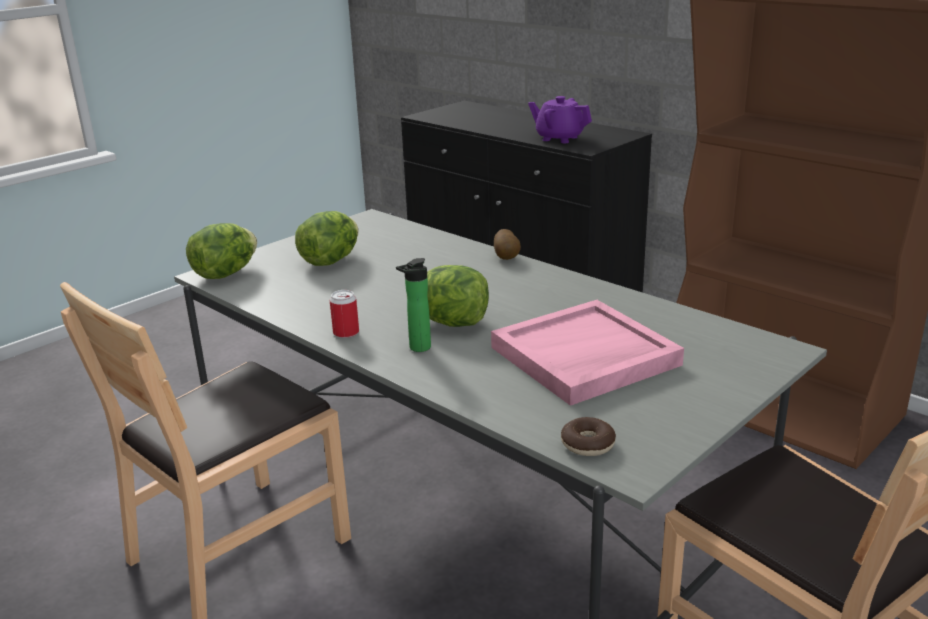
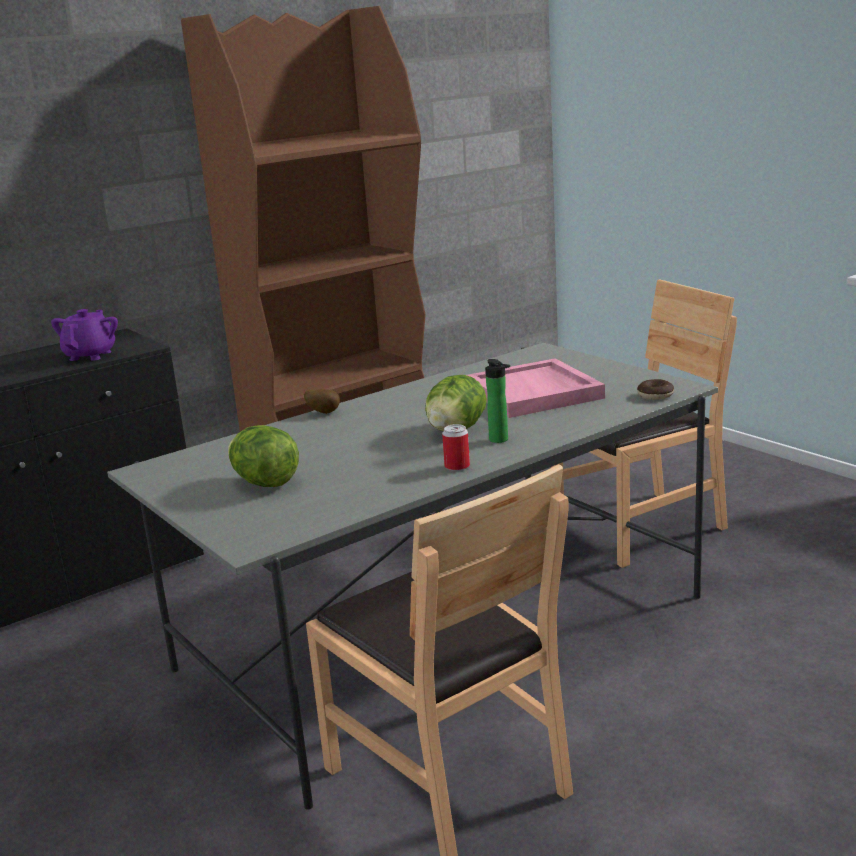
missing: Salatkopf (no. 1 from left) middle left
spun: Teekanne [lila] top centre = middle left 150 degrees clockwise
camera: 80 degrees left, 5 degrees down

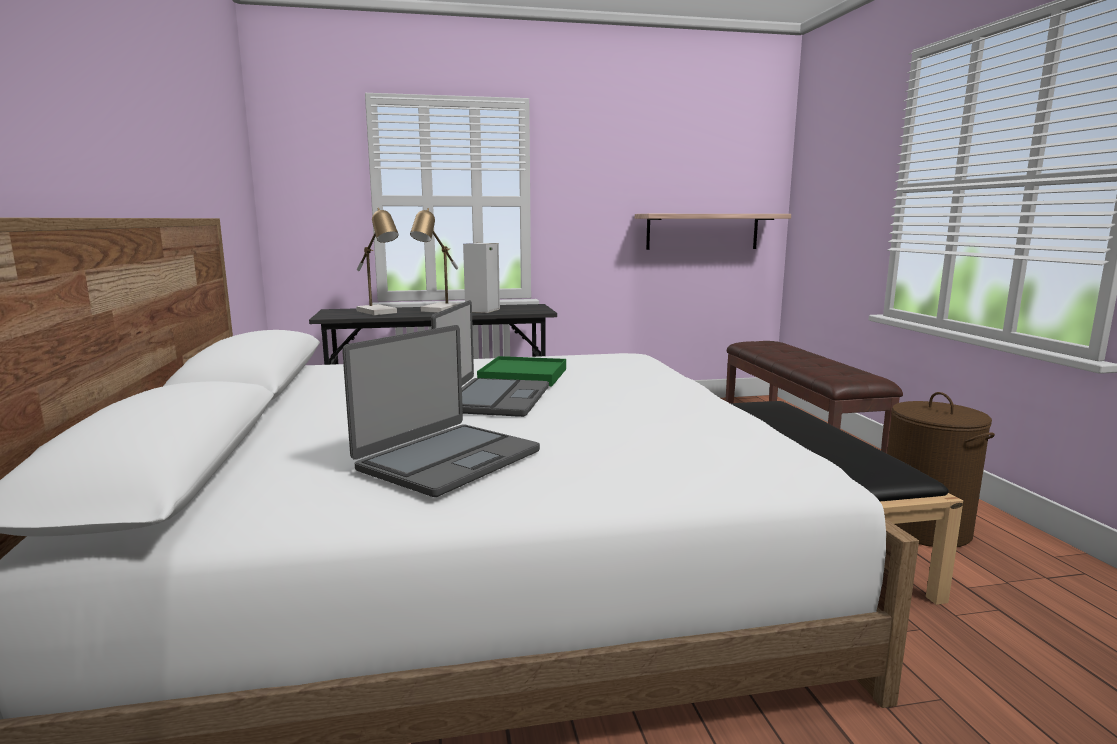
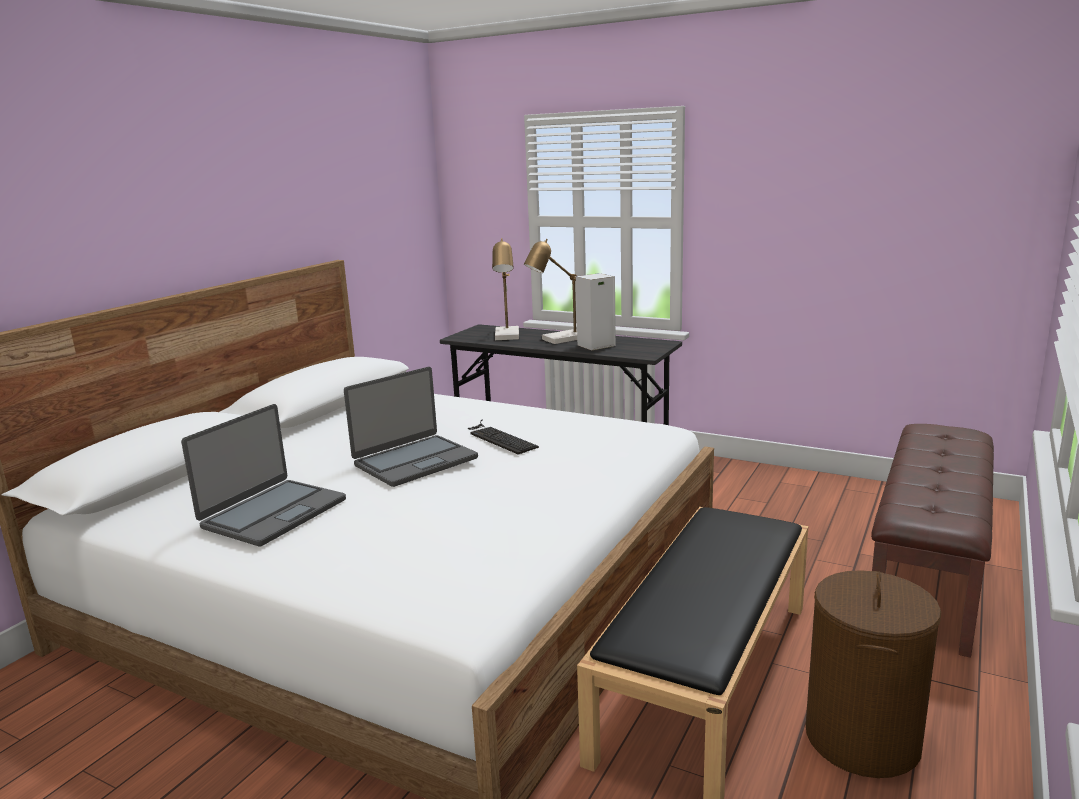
missing: Wandregal top centre
exchanged: Tablett [grün] centre to Tastatur centre
spun: Laptop (no. 1 from left) centre = middle left 45 degrees counterclockwise
camera: 40 degrees right, 5 degrees up

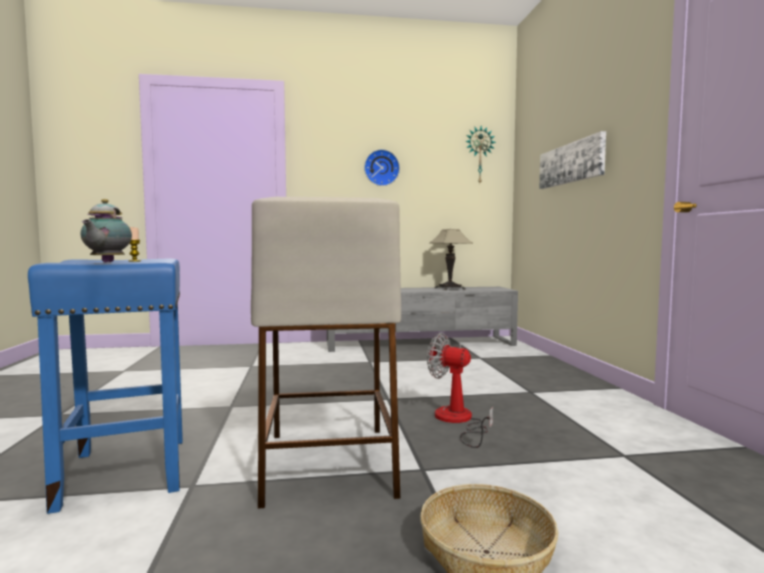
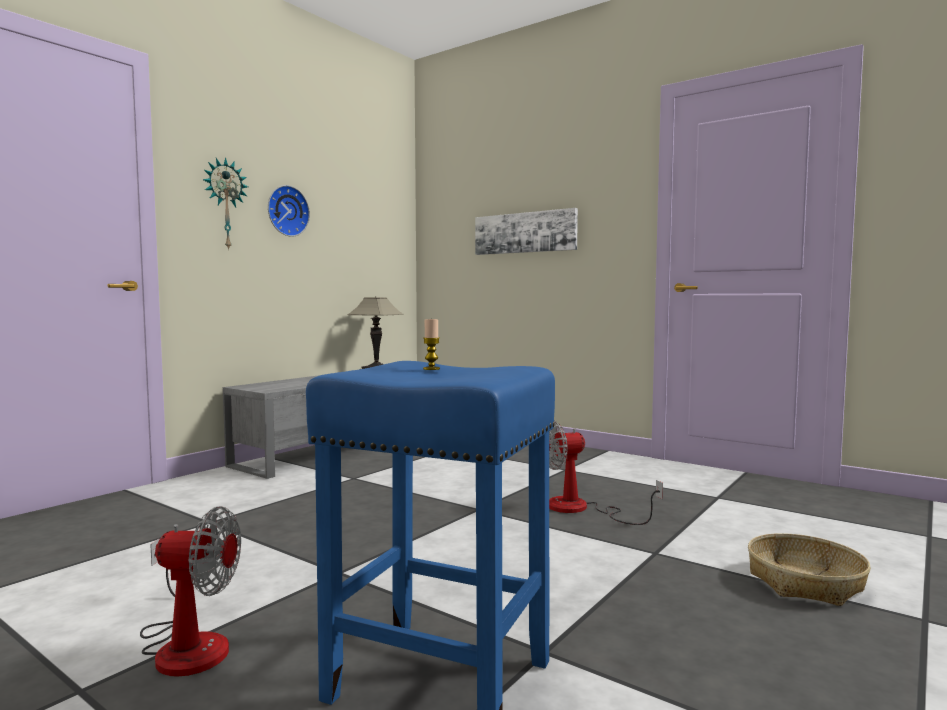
missing: Teekanne middle left; Hocker [beige] centre
appeared: Ventilator (no. 1 from left) bottom left
relocated: Wanduhr (no. 2 from left in the first image) top centre to Wanduhr (no. 1 from left) top left
camera: 45 degrees left, 0 degrees up

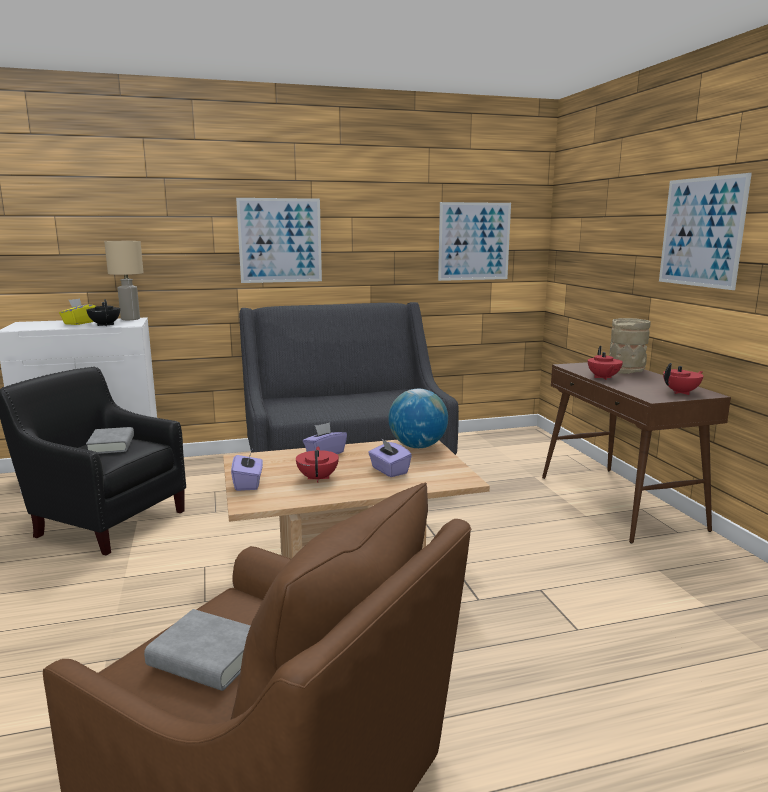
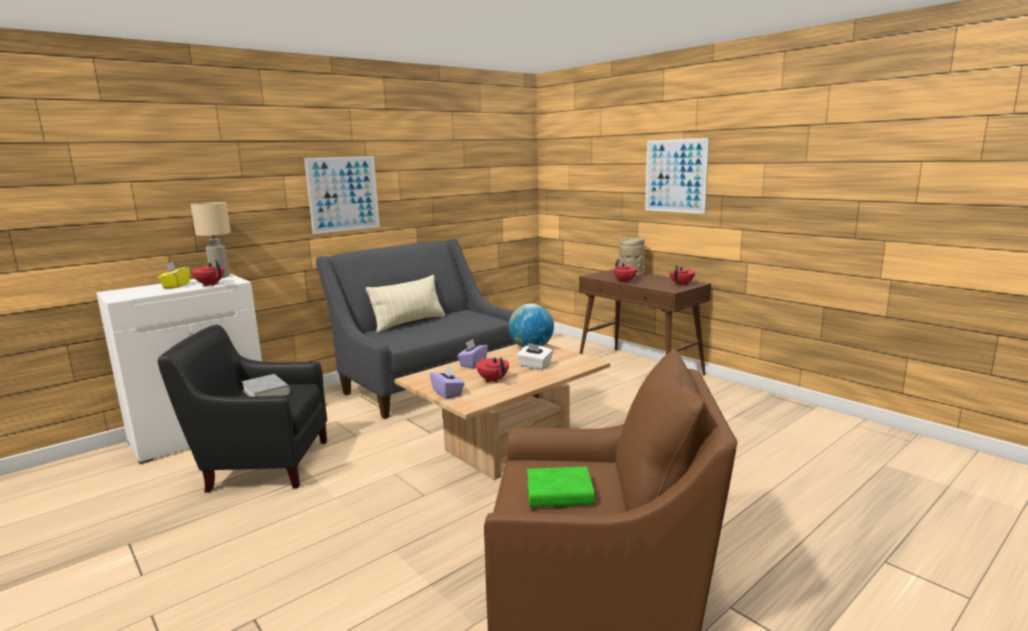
missing: Bild (no. 2 from left) top centre
appeared: Kissen [beige] centre
colour: Teekanne [schwarz] middle left to Teekanne [rot] (no. 1 from left) middle left; Buch [grau] (no. 2 from left) bottom left to Buch [grün] bottom centre; Taschentuchbox [lila] (no. 3 from left) centre to Taschentuchbox [weiß] centre
camera: 25 degrees left, 0 degrees up

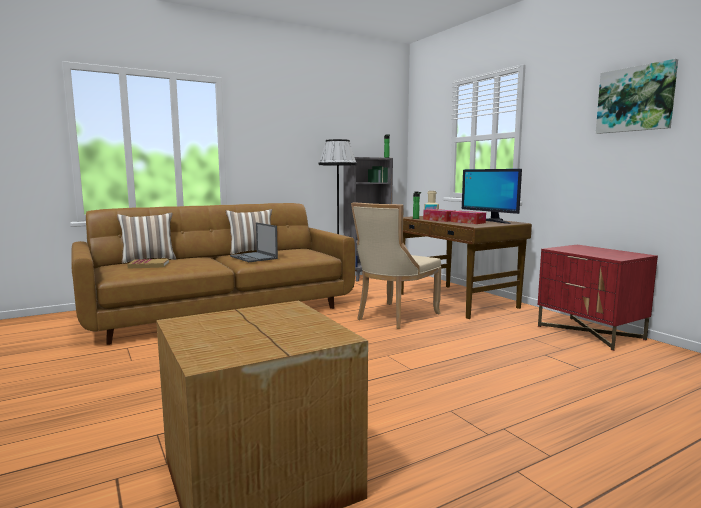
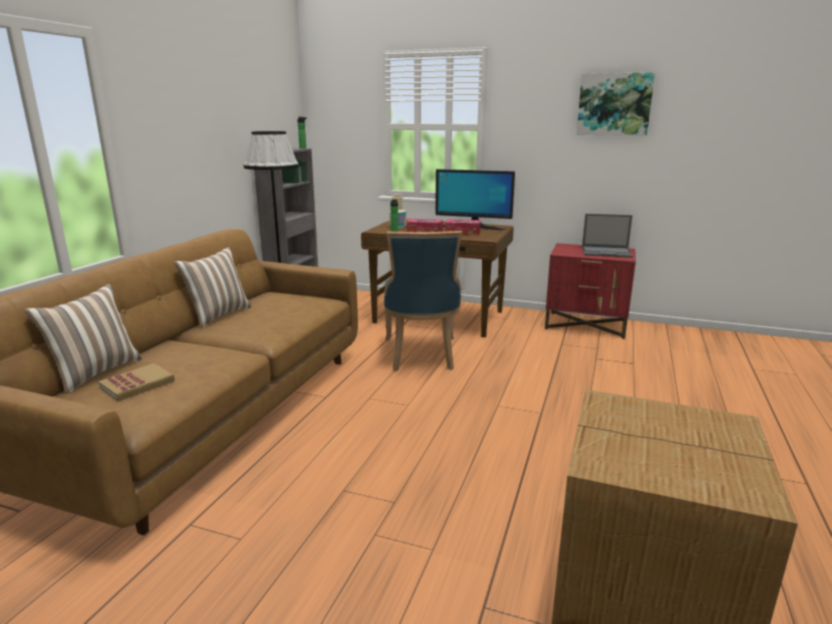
relocated: Laptop centre to middle right
colour: Stuhl [beige] centre to Stuhl [blau] centre
camera: 40 degrees left, 10 degrees up

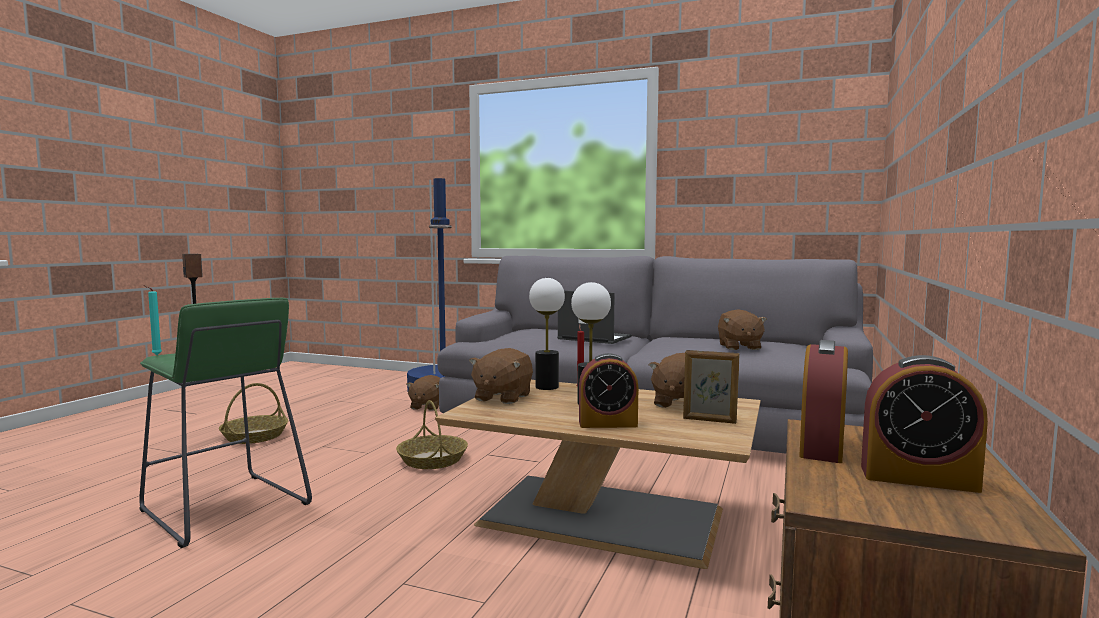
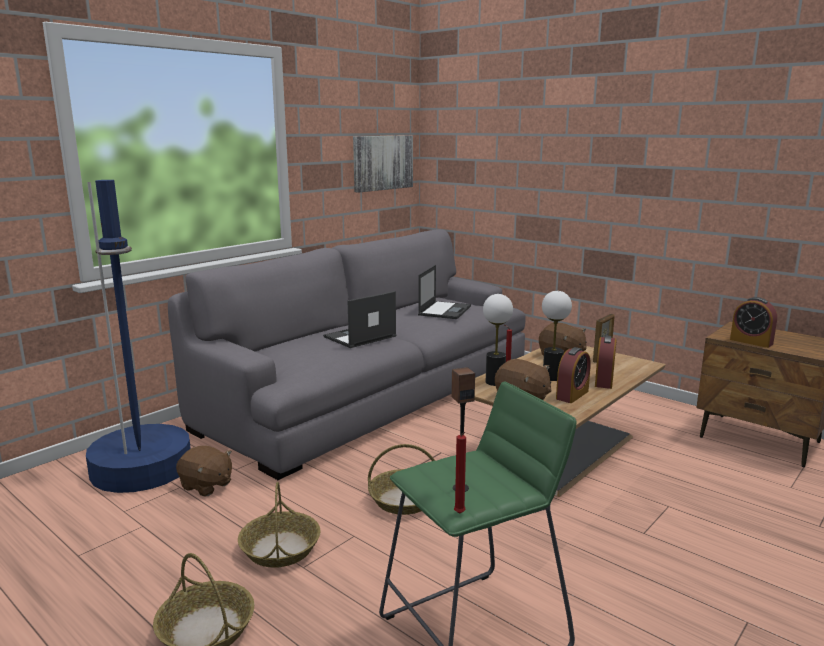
appeared: Korb (no. 2 from left) bottom centre; Bild top centre
relocated: Wecker (no. 3 from left in the first image) bottom right to Wecker (no. 1 from left) middle right
exchanged: Plüschtier [braun] (no. 4 from left) middle right to Laptop (no. 2 from left) centre
colour: Kerze [türkis] middle left to Kerze [rot] (no. 1 from left) bottom centre
camera: 70 degrees left, 10 degrees up

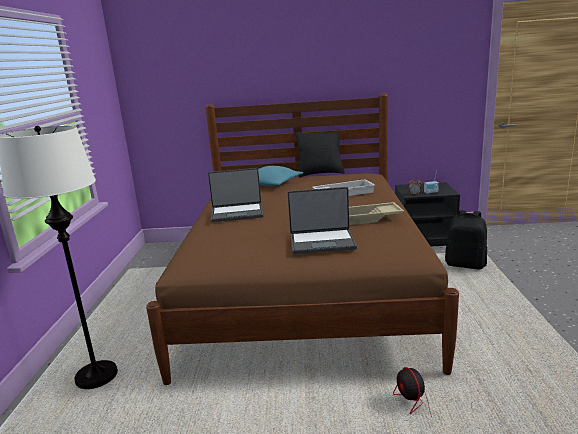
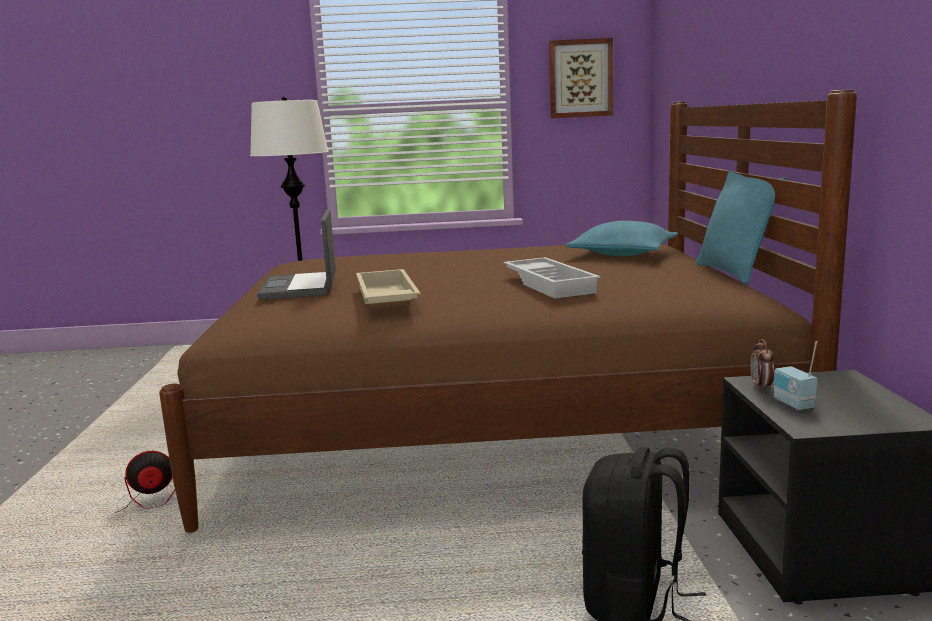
missing: Laptop (no. 1 from left) centre
appeared: Bild top centre
colour: Kissen [schwarz] centre to Kissen [türkis] (no. 2 from left) middle right
camera: 85 degrees right, 5 degrees down

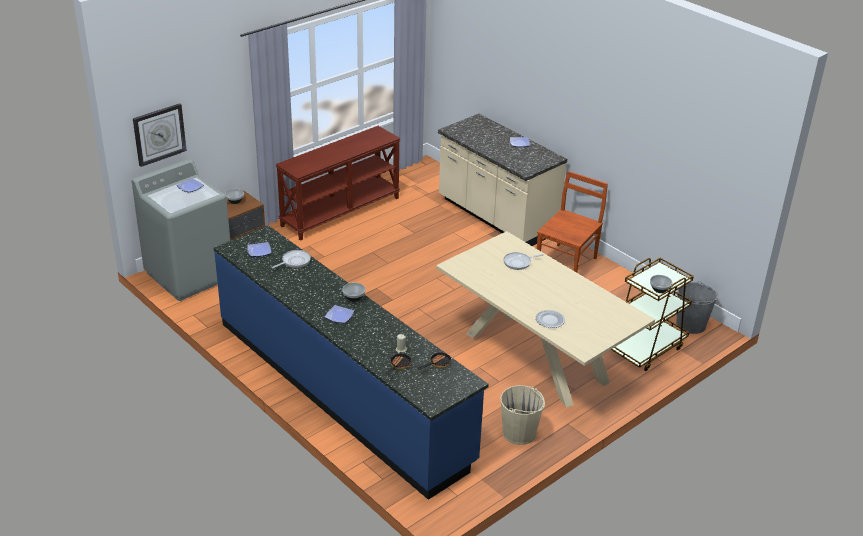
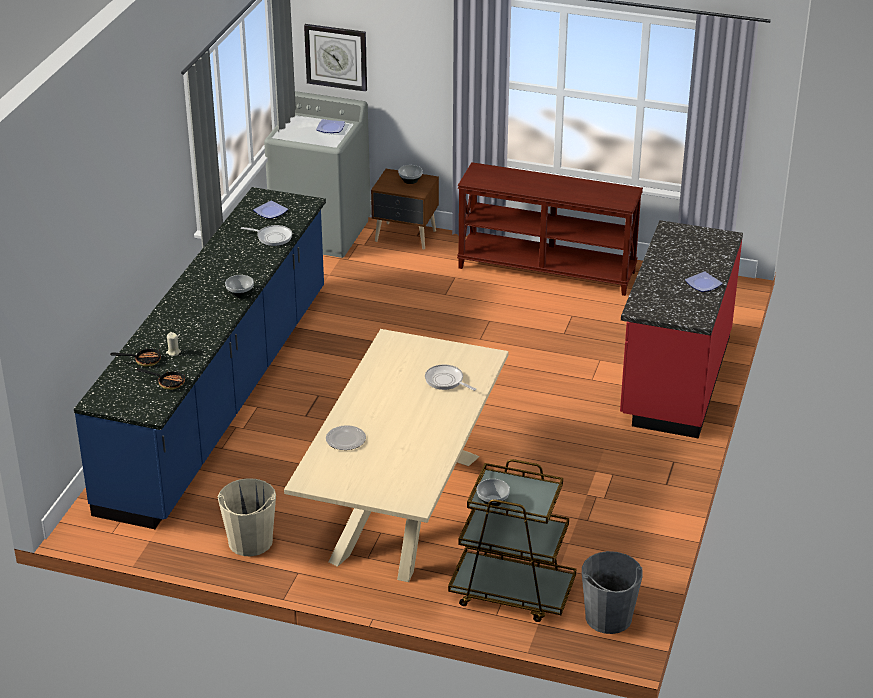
missing: Teller (no. 3 from left) centre; Stuhl [braun] centre
colour: Küchenzeile [beige] centre to Küchenzeile [rot] middle right
camera: 60 degrees right, 0 degrees up

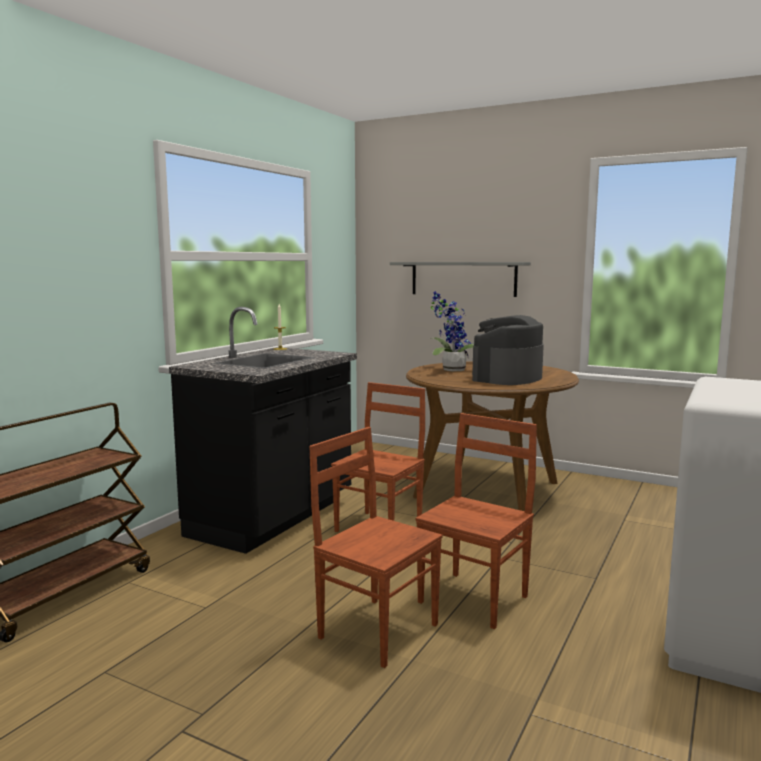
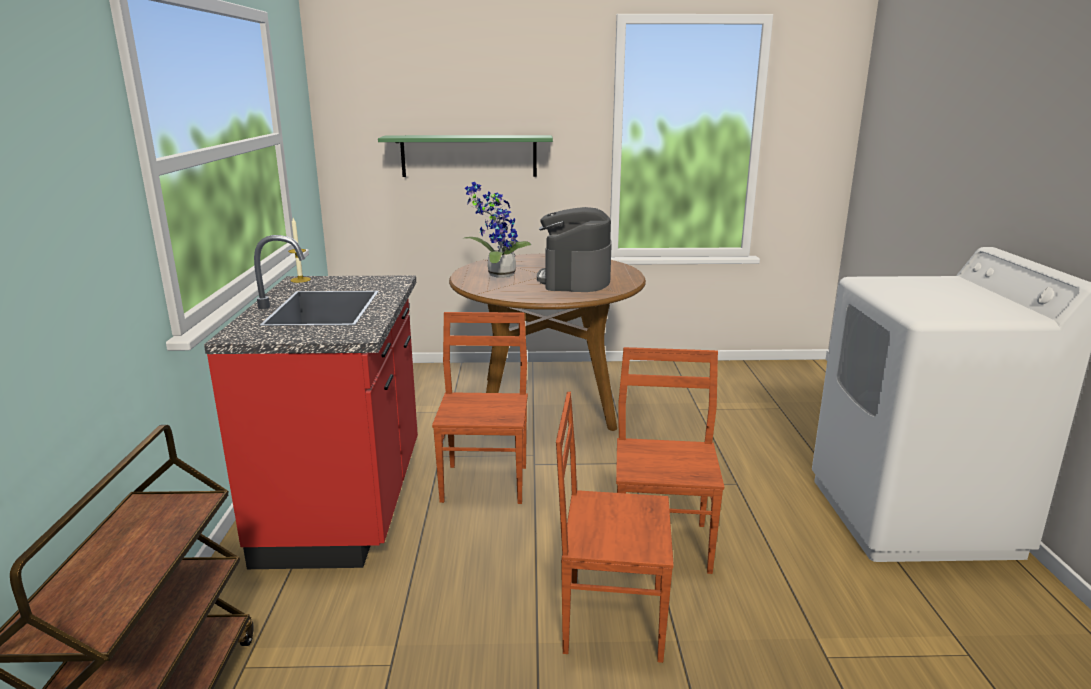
colour: Küchenzeile [schwarz] centre to Küchenzeile [rot] middle left; Wandregal [grau] centre to Wandregal [grün] top centre
camera: 30 degrees left, 10 degrees up

